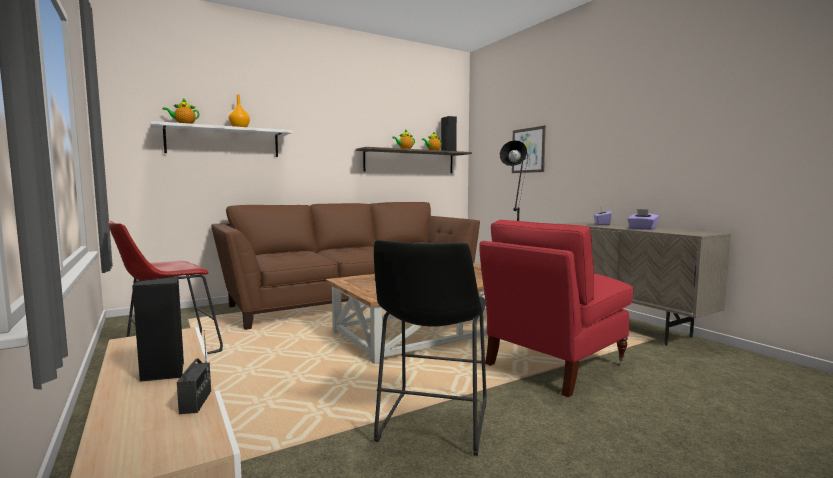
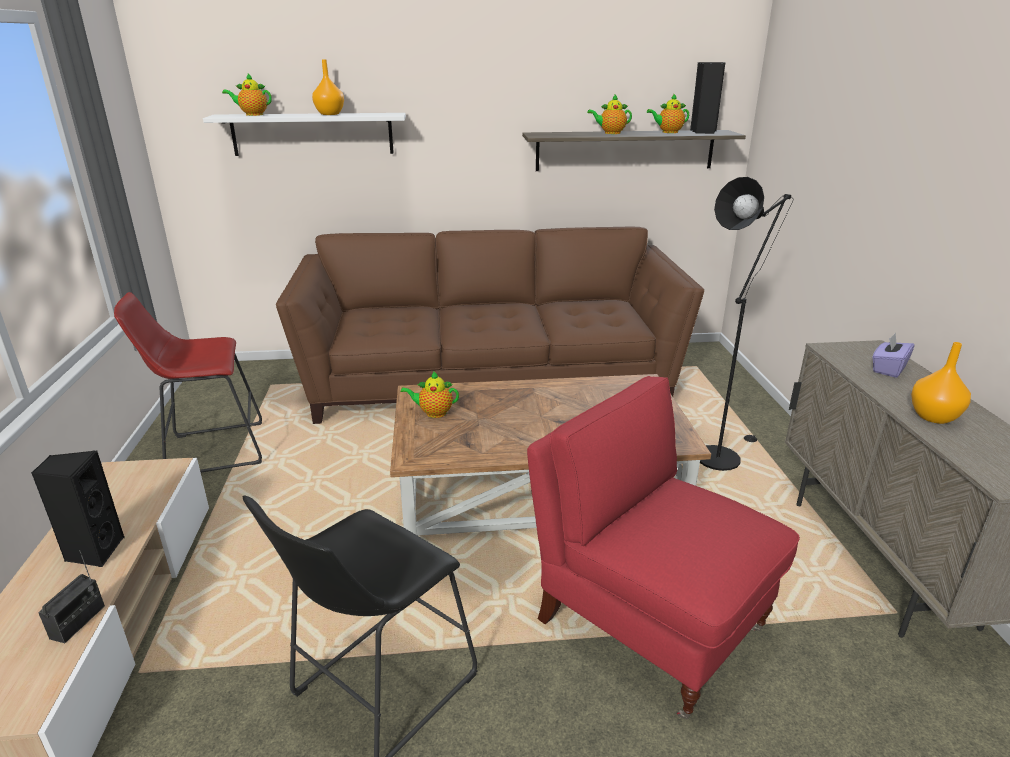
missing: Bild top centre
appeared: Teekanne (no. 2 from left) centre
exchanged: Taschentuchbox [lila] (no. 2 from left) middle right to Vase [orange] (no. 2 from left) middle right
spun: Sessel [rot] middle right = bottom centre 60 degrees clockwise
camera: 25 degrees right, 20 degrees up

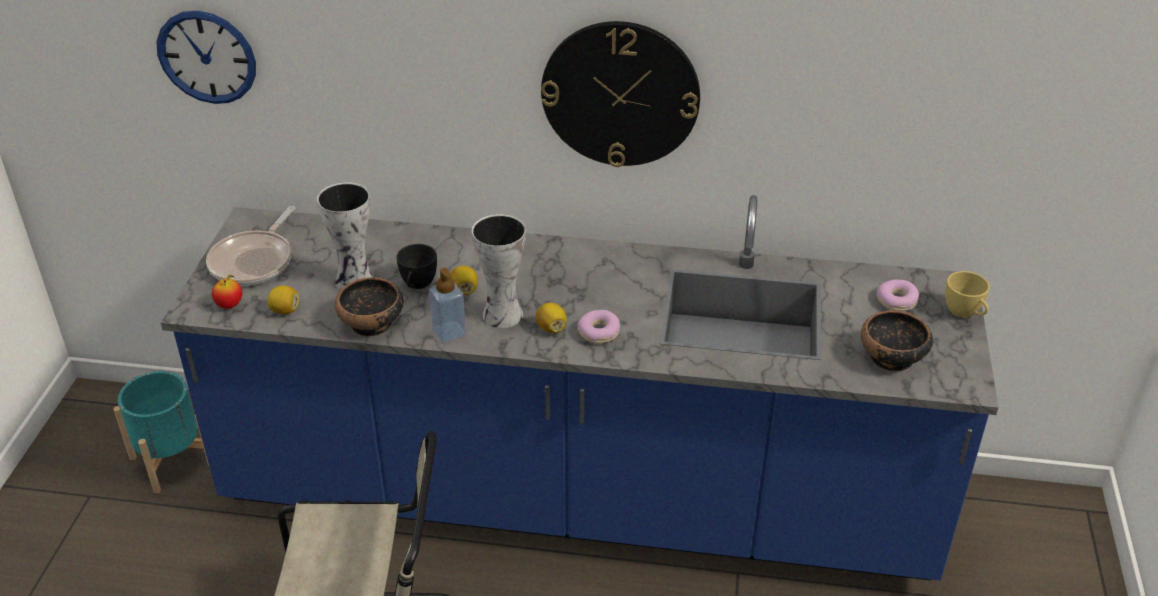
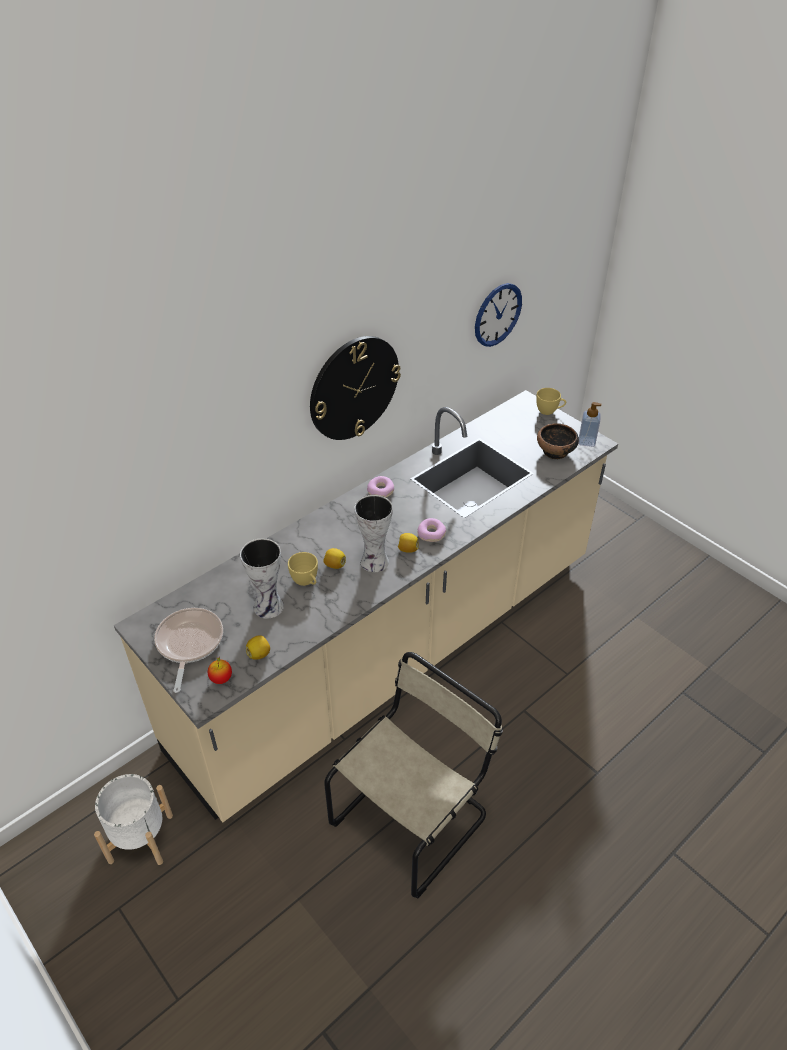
missing: Schüssel (no. 1 from left) middle left
relocated: Wanduhr (no. 1 from left in the first image) top left to Wanduhr (no. 2 from left) top centre; Seifenspender centre to middle right; Donut (no. 2 from left in the first image) middle right to Donut (no. 1 from left) centre
colour: Pflanzkübel [türkis] bottom left to Pflanzkübel [weiß] bottom left; Küchenzeile [blau] centre to Küchenzeile [beige] centre; Tasse [schwarz] centre to Tasse [gelb] (no. 1 from left) centre
spun: Pfanne middle left = middle left 150 degrees counterclockwise
camera: 50 degrees left, 5 degrees up

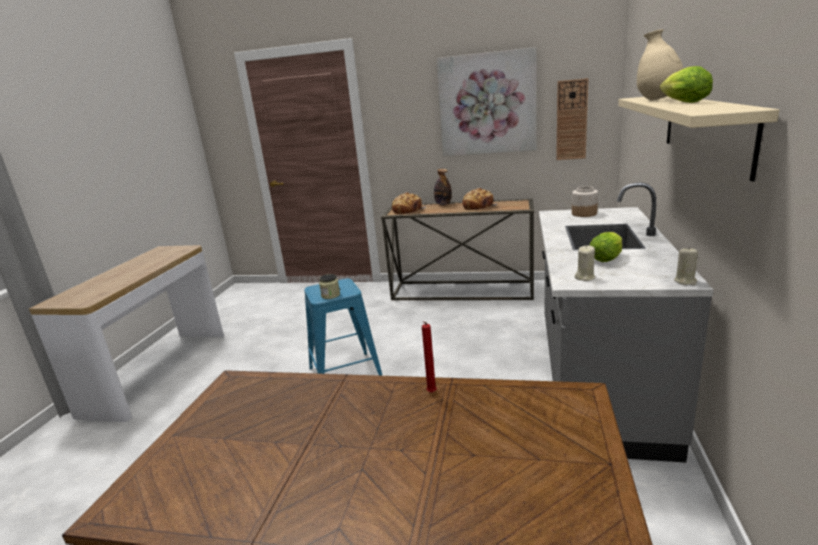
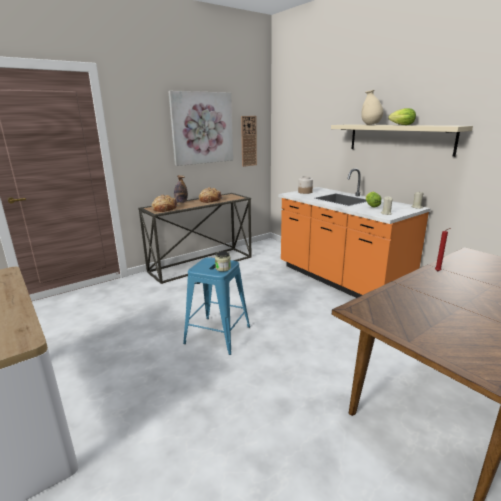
colour: Küchenzeile [grau] middle right to Küchenzeile [orange] middle right
camera: 50 degrees left, 0 degrees up

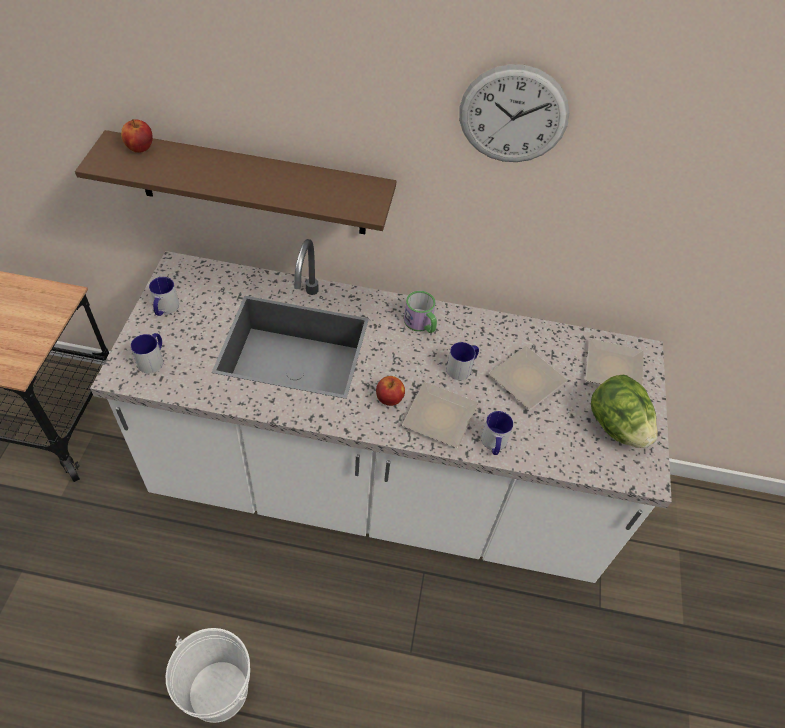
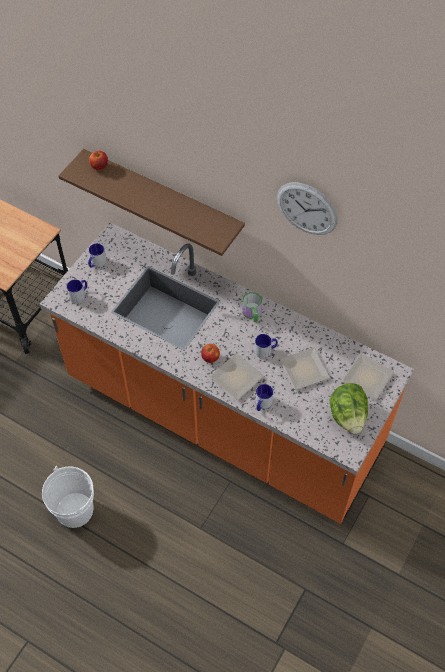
colour: Küchenzeile [weiß] centre to Küchenzeile [orange] centre
camera: 25 degrees right, 5 degrees up

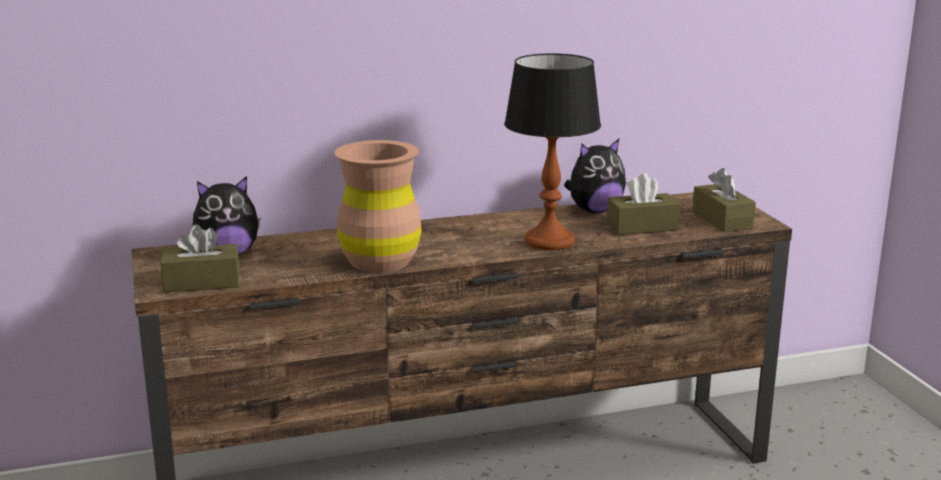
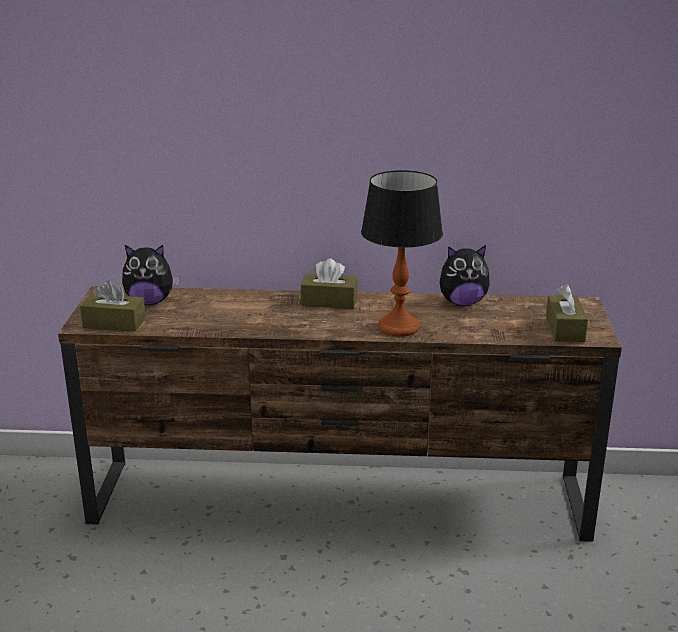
missing: Vase [braun] centre
relocated: Taschentuchbox [braun] (no. 2 from left) middle right to centre
camera: 20 degrees right, 5 degrees up

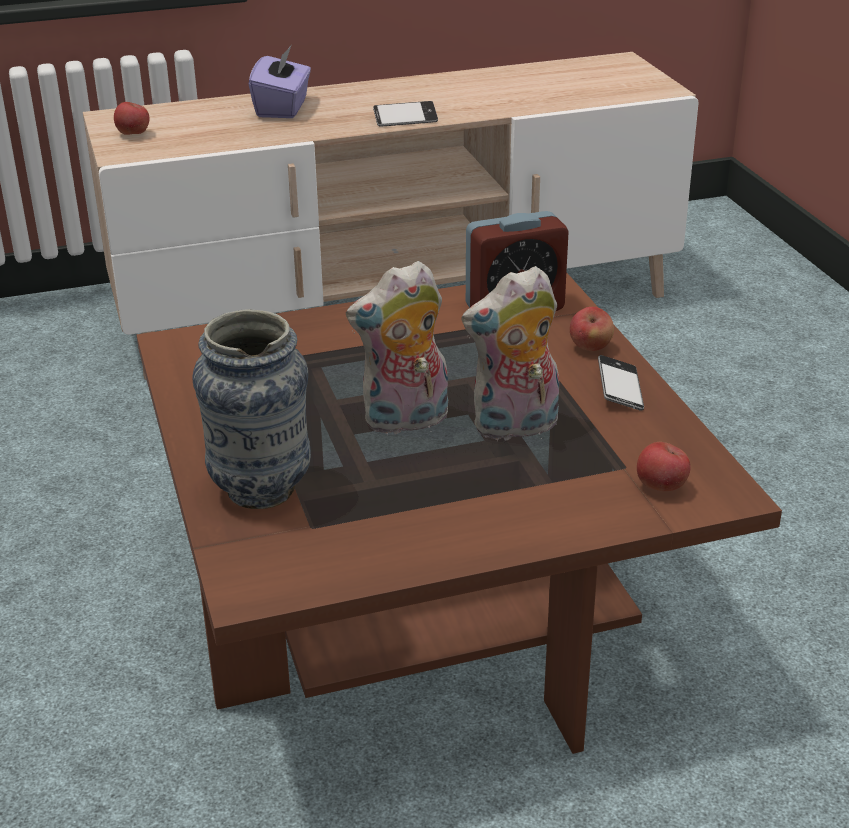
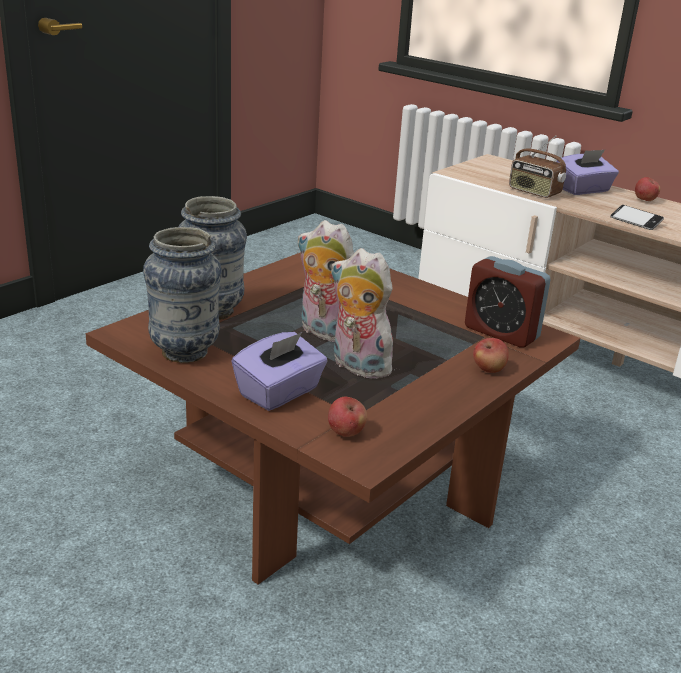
missing: Handy (no. 2 from left) middle right
appeared: Vase (no. 1 from left) middle left; Taschentuchbox [lila] (no. 1 from left) centre; Radio top right
relocated: Apfel (no. 1 from left in the first image) top left to Apfel (no. 3 from left) top right
camera: 55 degrees right, 5 degrees down

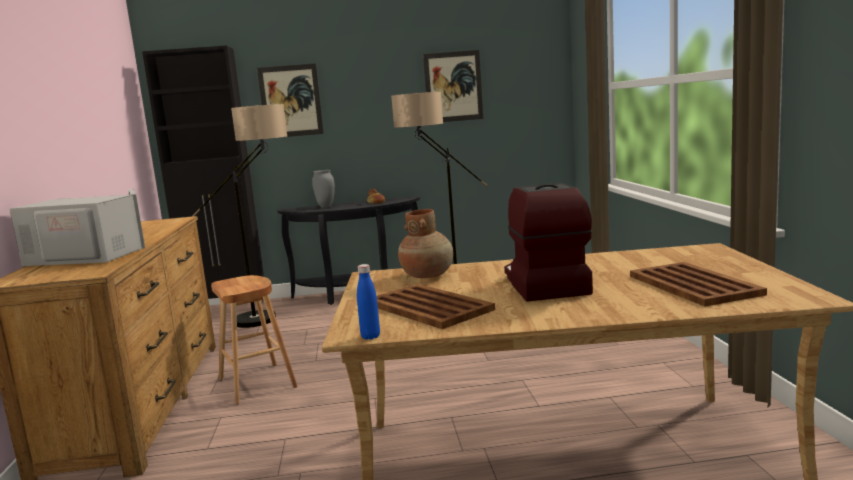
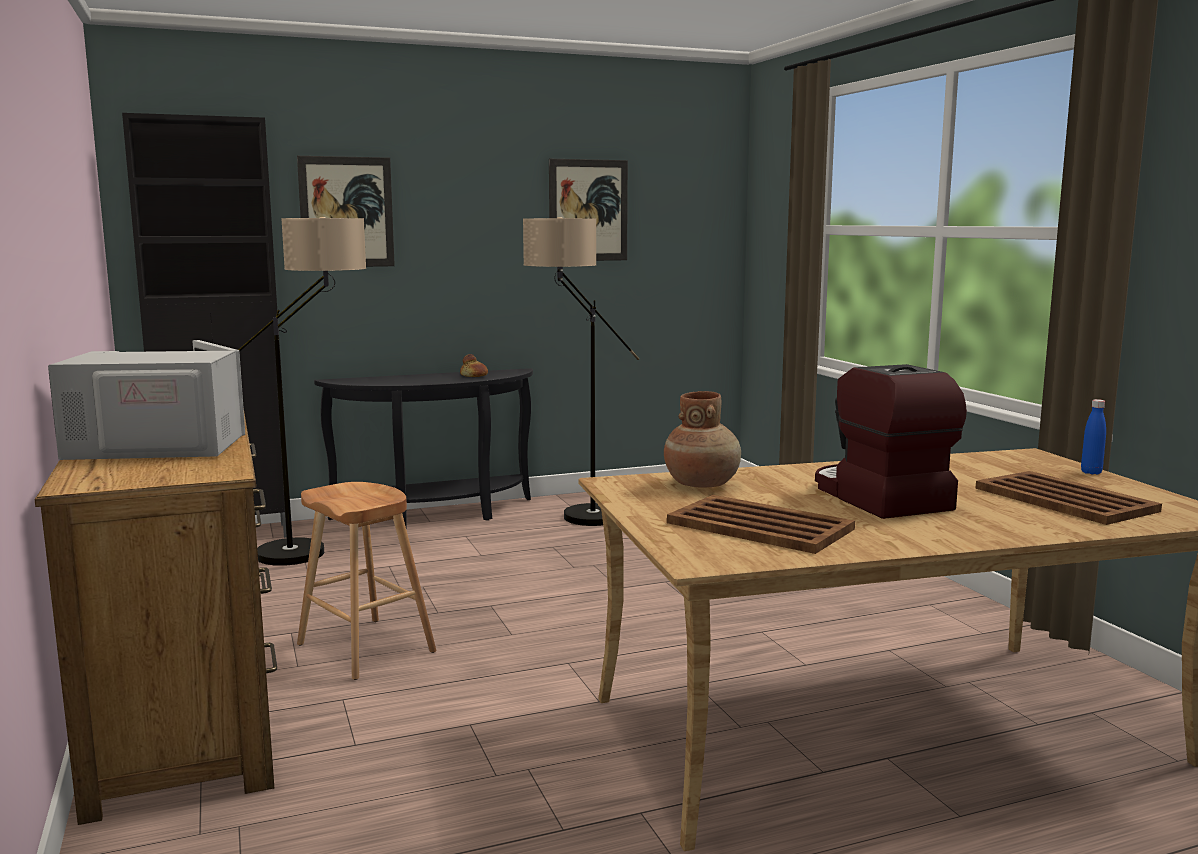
missing: Vase [grau] centre
relocated: Flasche [blau] centre to middle right
camera: 15 degrees left, 0 degrees up

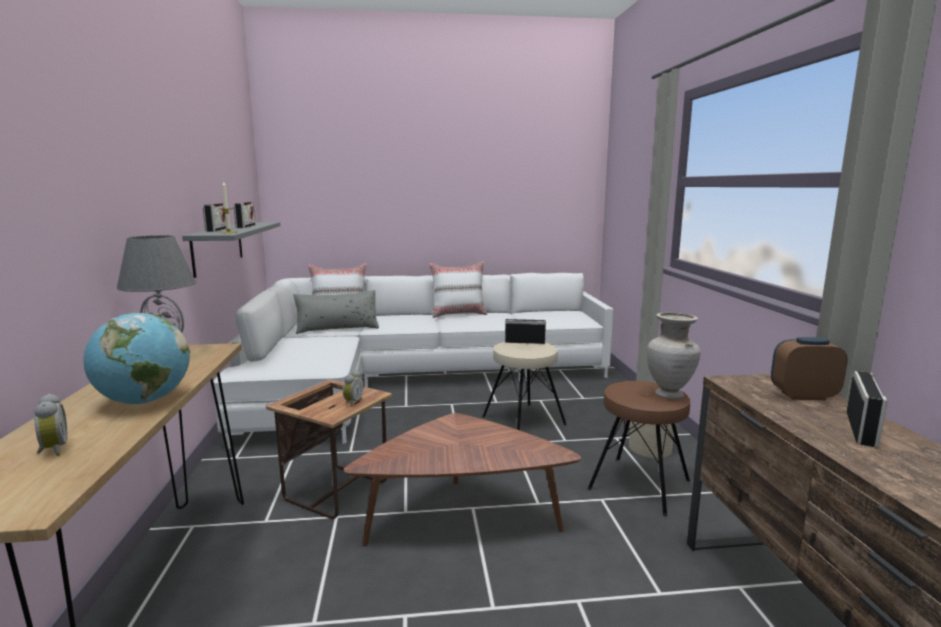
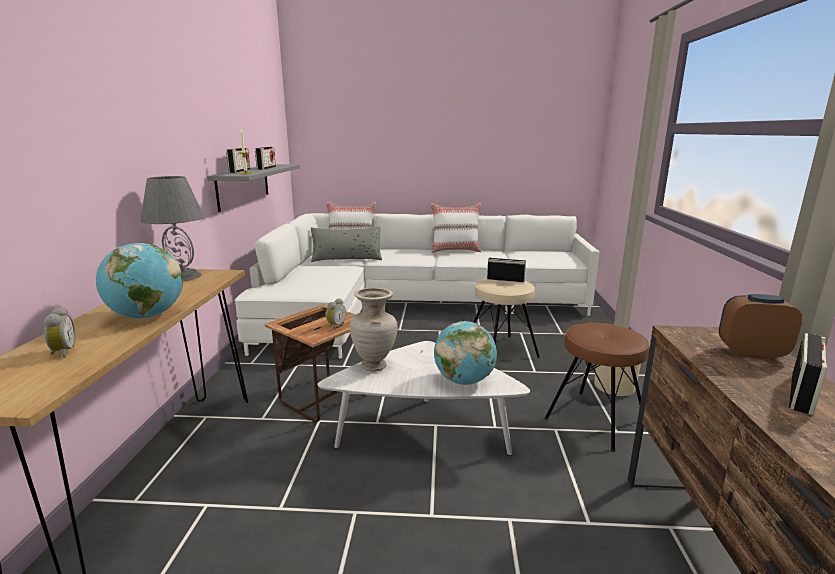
appeared: Globus (no. 2 from left) centre
relocated: Vase [beige] middle right to centre
colour: Couchtisch [braun] bottom centre to Couchtisch [weiß] bottom centre
camera: 10 degrees right, 5 degrees up

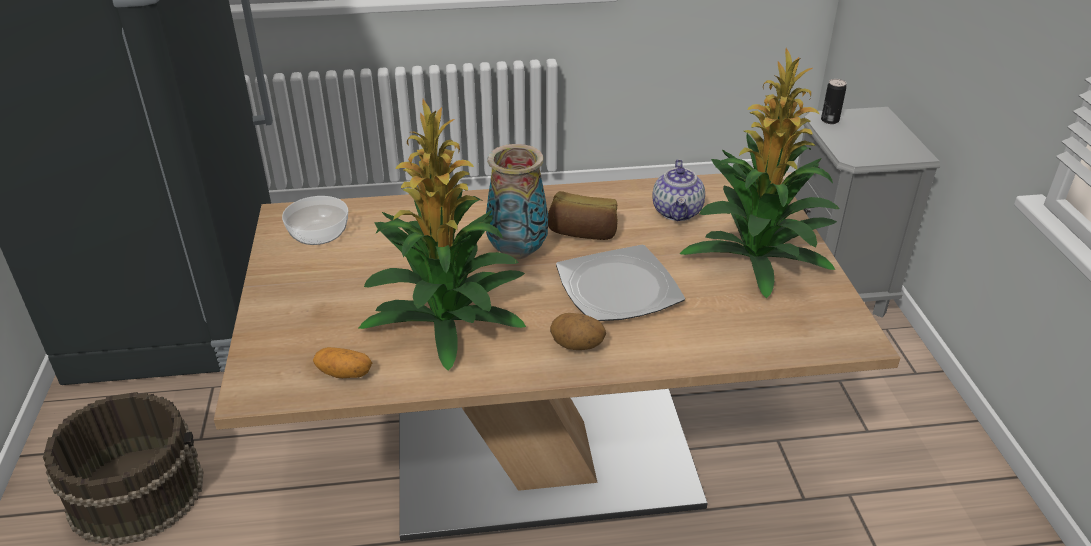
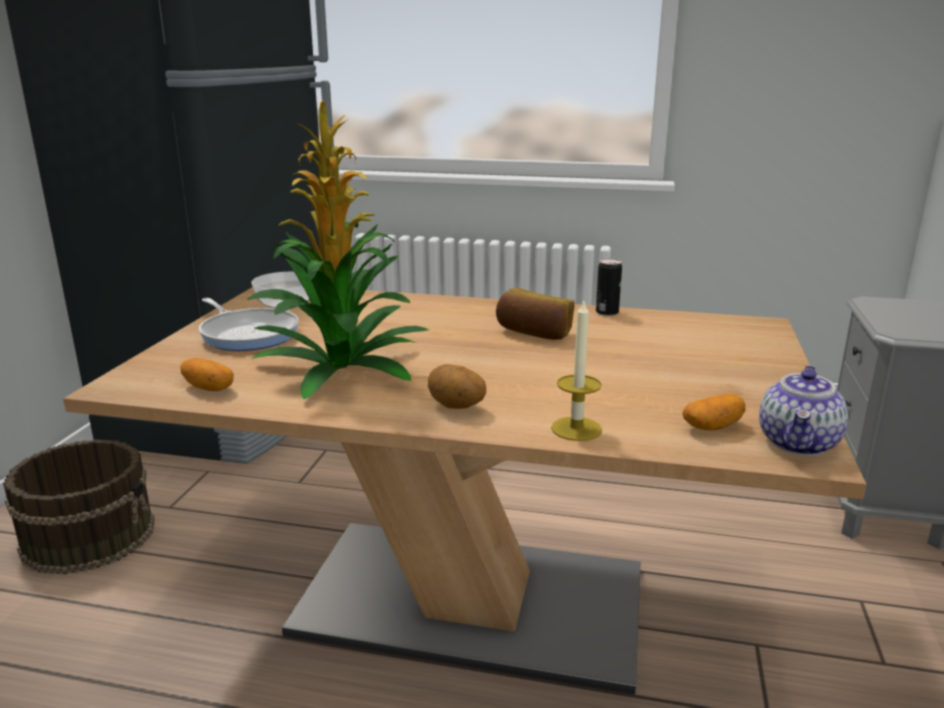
missing: Vase centre; Teller centre; Topfpflanze (no. 2 from left) top right
appeared: Pfanne middle left; Kerze centre; Kartoffel (no. 3 from left) middle right
relocated: Teekanne centre to middle right; Dose top right to centre
camera: 20 degrees right, 15 degrees down

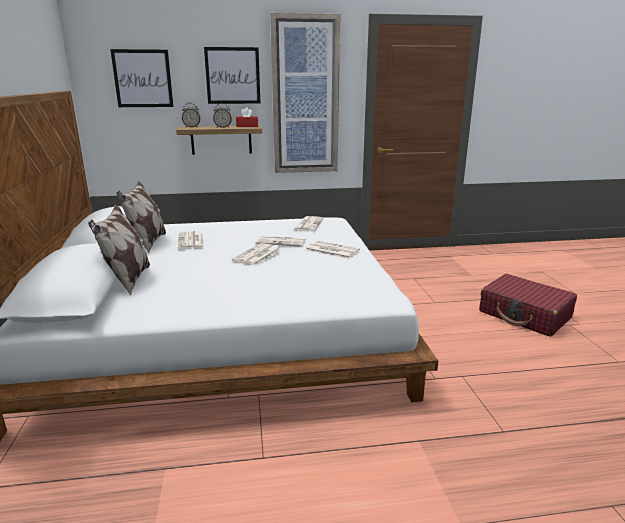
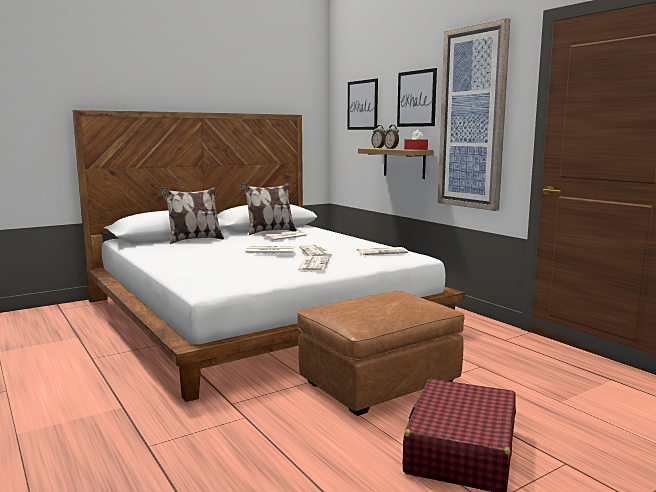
appeared: Polsterhocker [braun] bottom centre
camera: 65 degrees right, 10 degrees down

